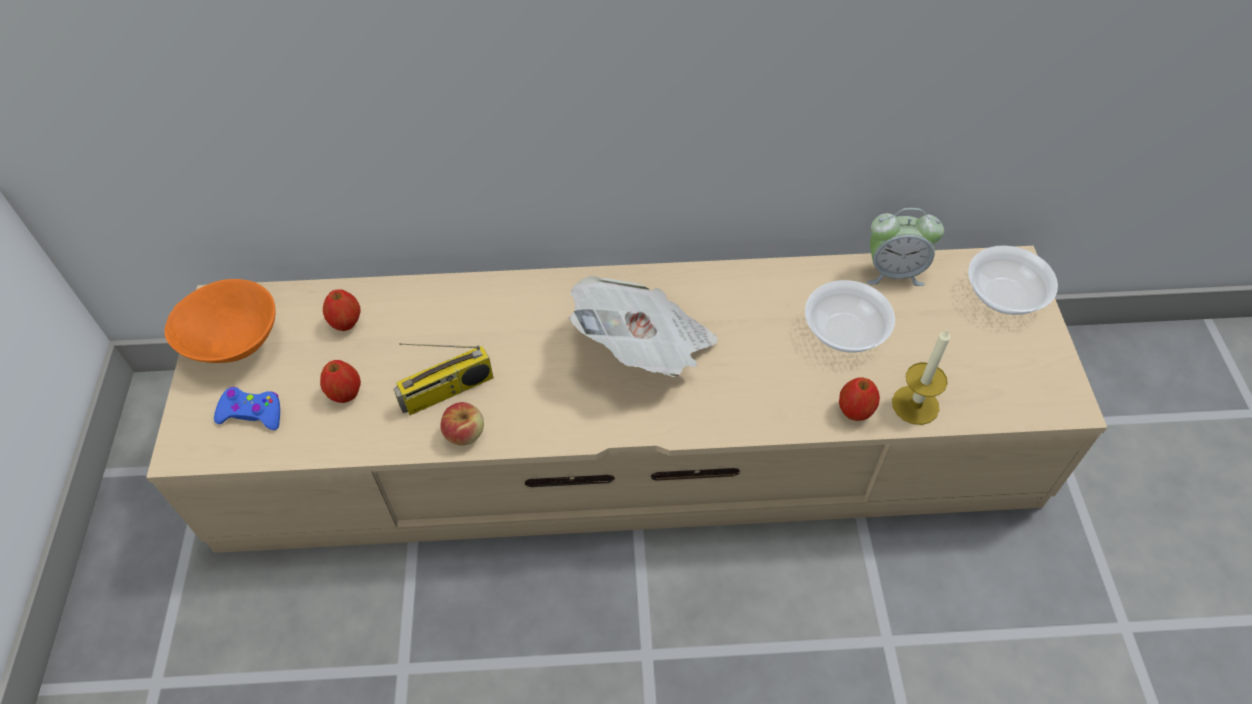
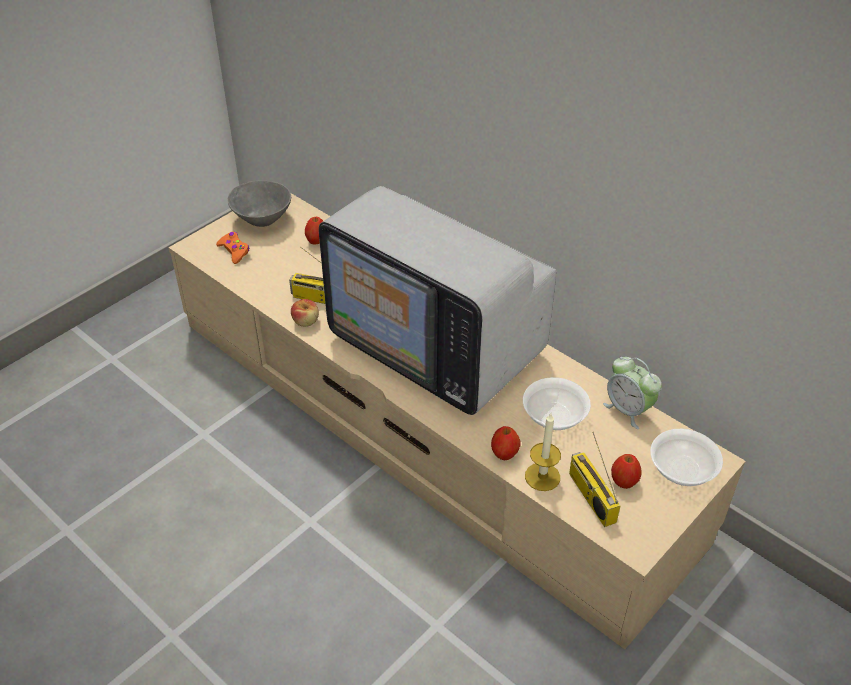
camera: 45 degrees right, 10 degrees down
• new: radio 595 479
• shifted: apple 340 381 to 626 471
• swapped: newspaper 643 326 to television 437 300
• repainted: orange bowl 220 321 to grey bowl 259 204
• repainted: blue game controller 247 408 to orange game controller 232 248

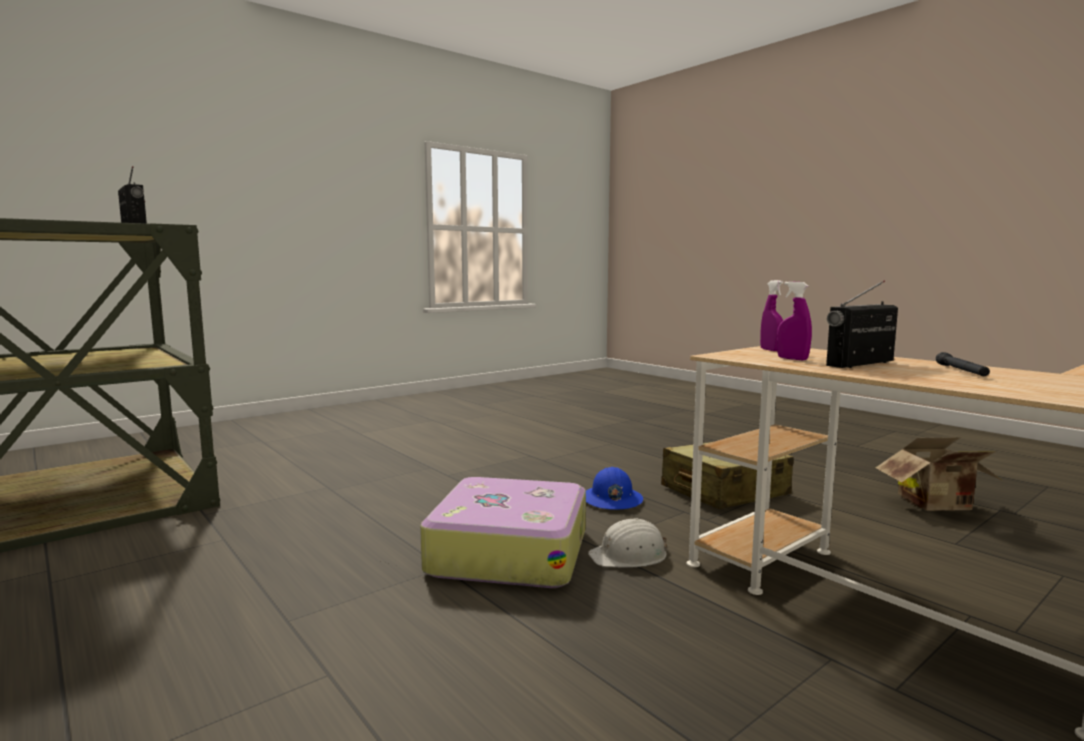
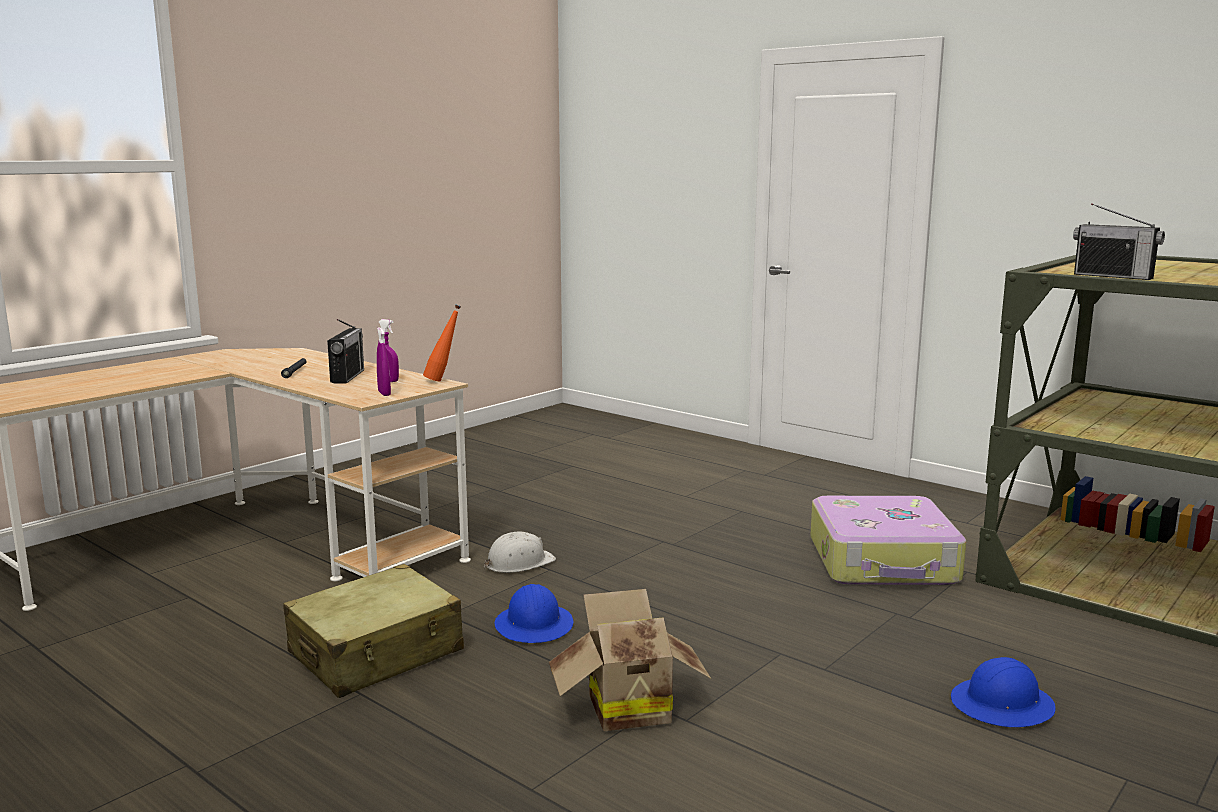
camera: 170 degrees right, 5 degrees up
• new: orange bottle 442 343
• new: blue hard hat 1003 692
• shifted: suitcase 503 532 to 888 540
• shifted: cardboard box 939 474 to 630 660
• rotated: radio 862 324 = 345 351 45 degrees counterclockwise

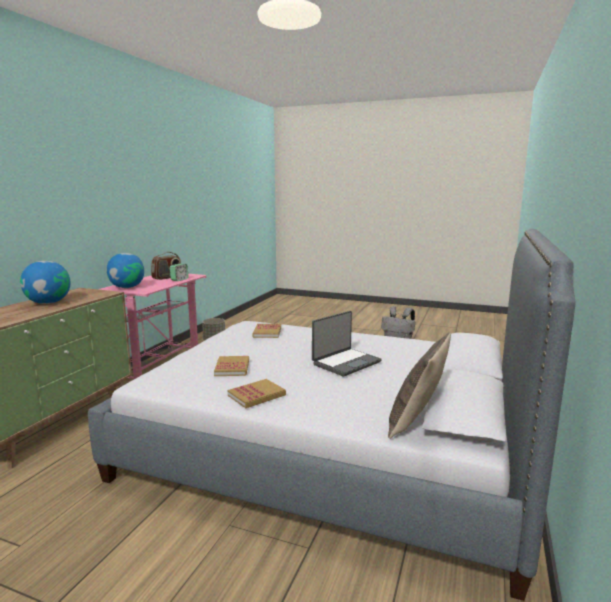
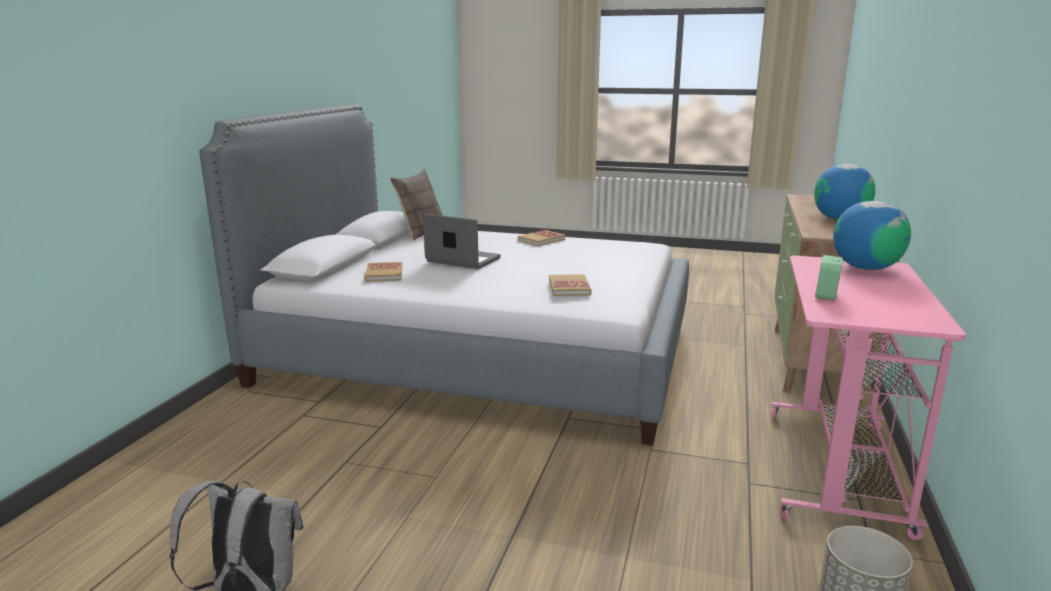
camera: 175 degrees right, 5 degrees up
• gone: radio 166 266
• shifted: book 231 366 to 383 272
• rotated: laptop 347 343 = 462 241 75 degrees clockwise

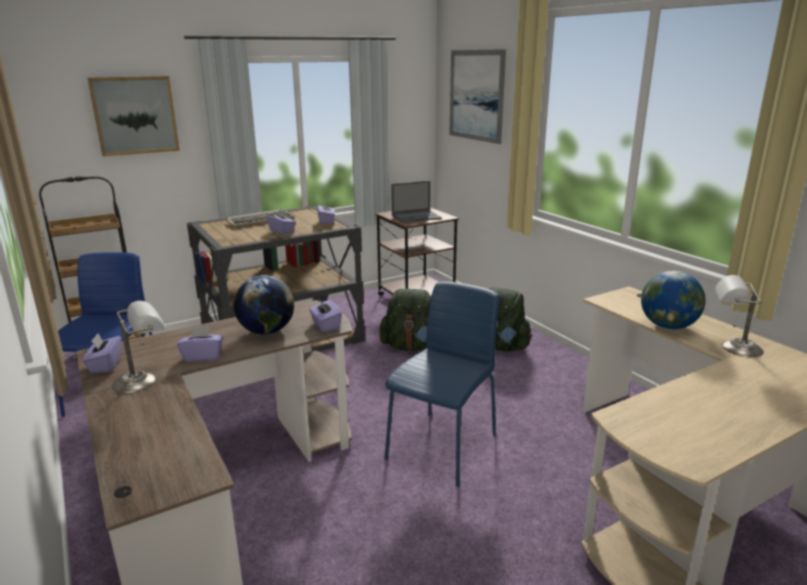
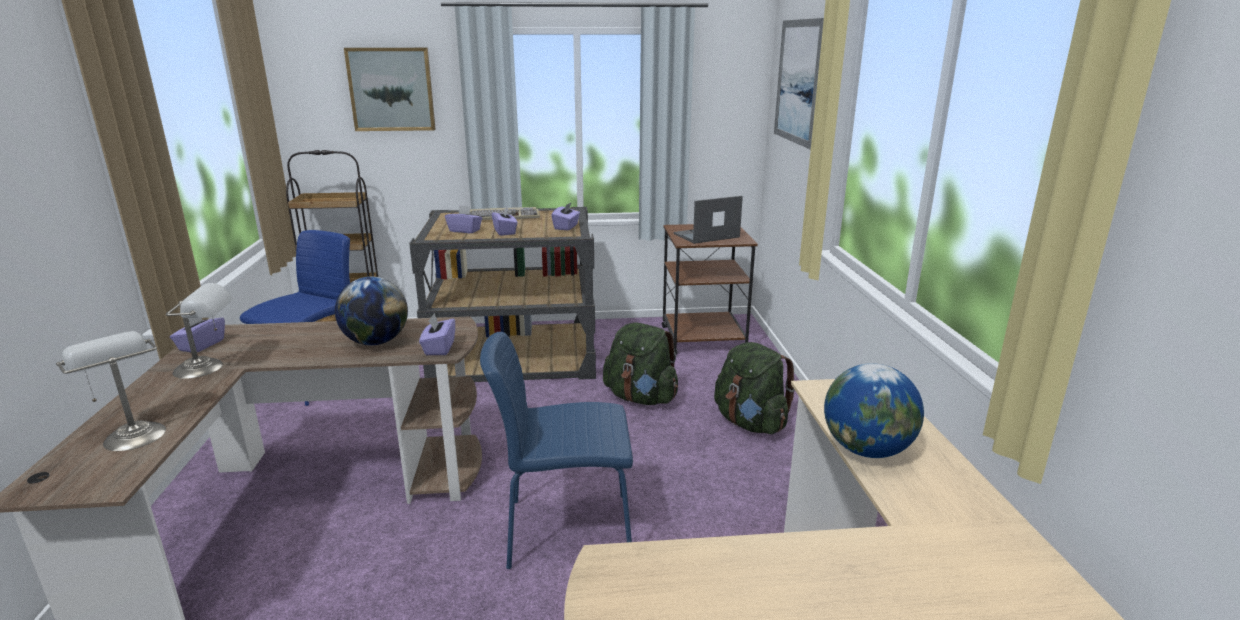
camera: 25 degrees right, 0 degrees up
• shifted: purple tissue box 200 344 to 463 219
• shifted: white table lamp 739 316 to 111 391
• rotated: blue chair 442 384 = 556 450 150 degrees counterclockwise
• rotated: laptop 416 202 = 708 220 150 degrees clockwise

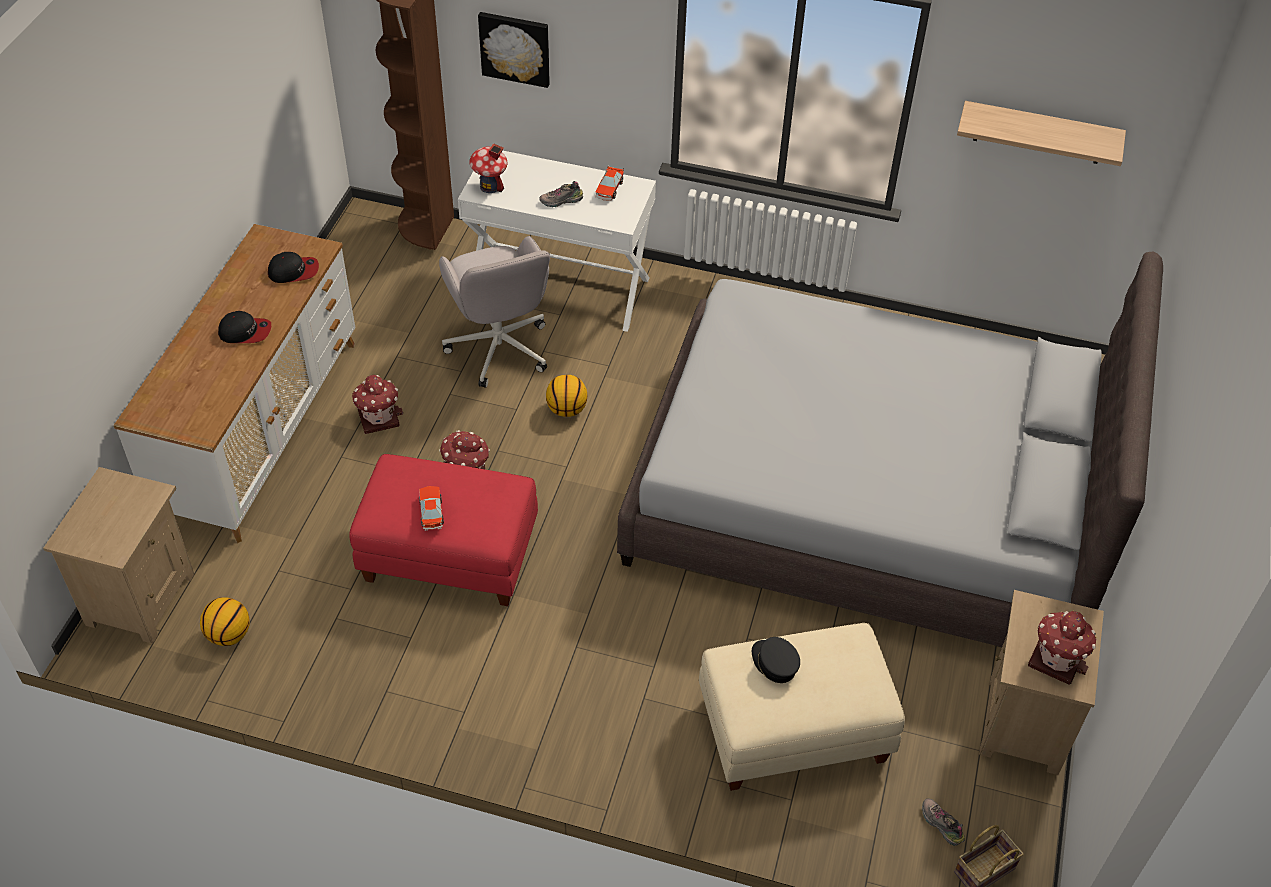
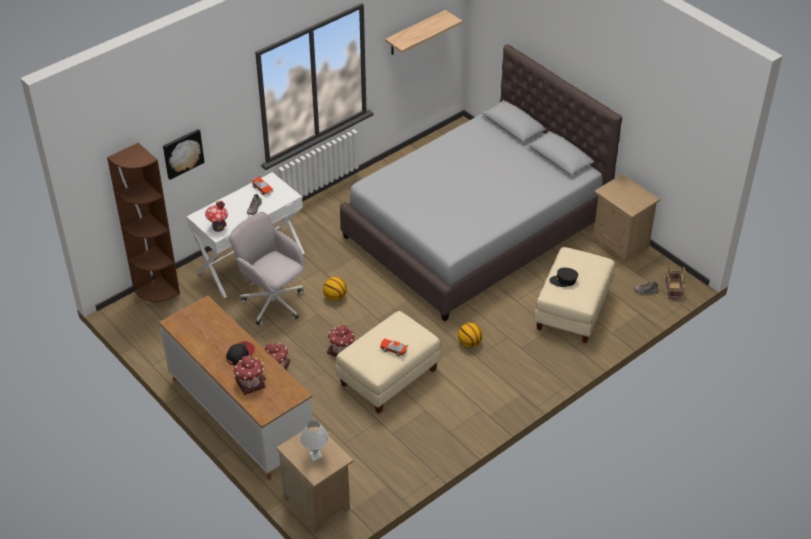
camera: 55 degrees left, 5 degrees down
• gone: cap 293 267
• new: white table lamp 314 441
• shifted: basketball 225 621 to 470 335
• shifted: toy house 1062 648 to 249 375
• repainted: red ottoman 443 530 to beige ottoman 388 362
• rotated: grey office chair 494 312 = 266 268 150 degrees counterclockwise

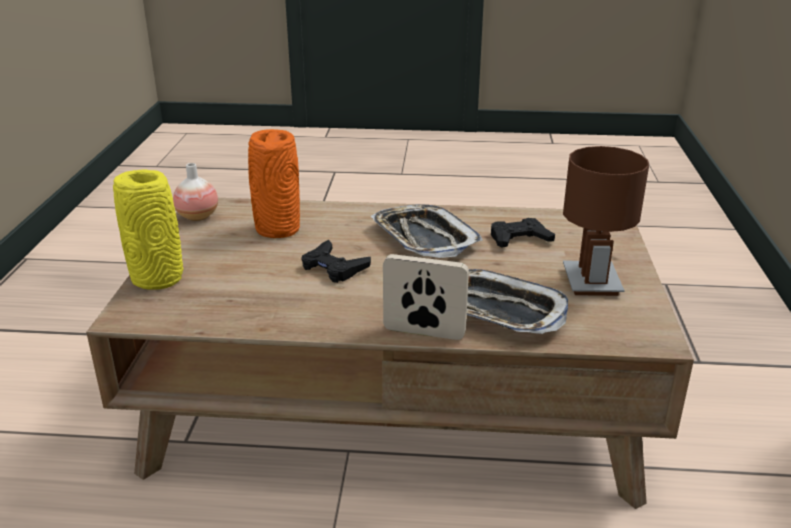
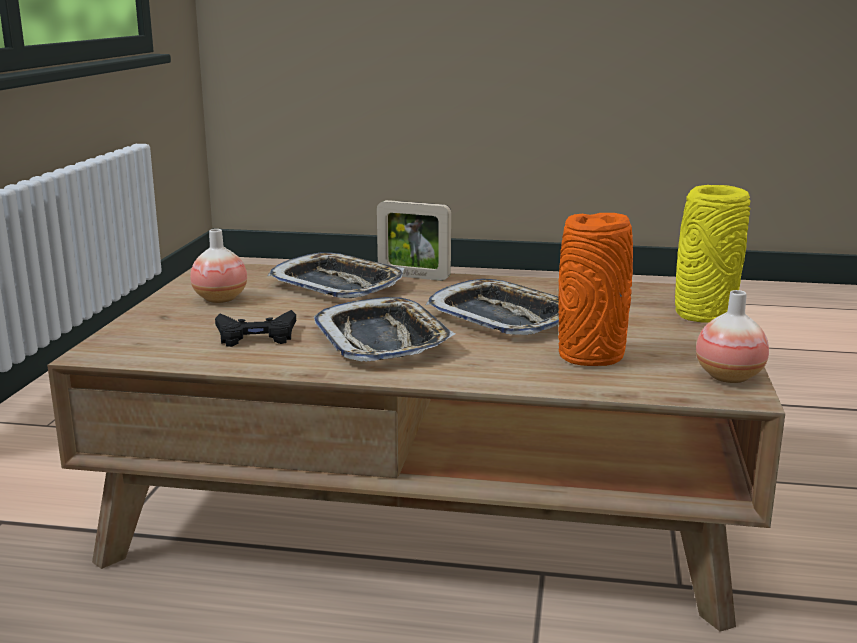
camera: 175 degrees left, 10 degrees down
• swapped: black game controller 336 261 to tray 492 307
• swapped: brown table lamp 606 221 to vase 218 266

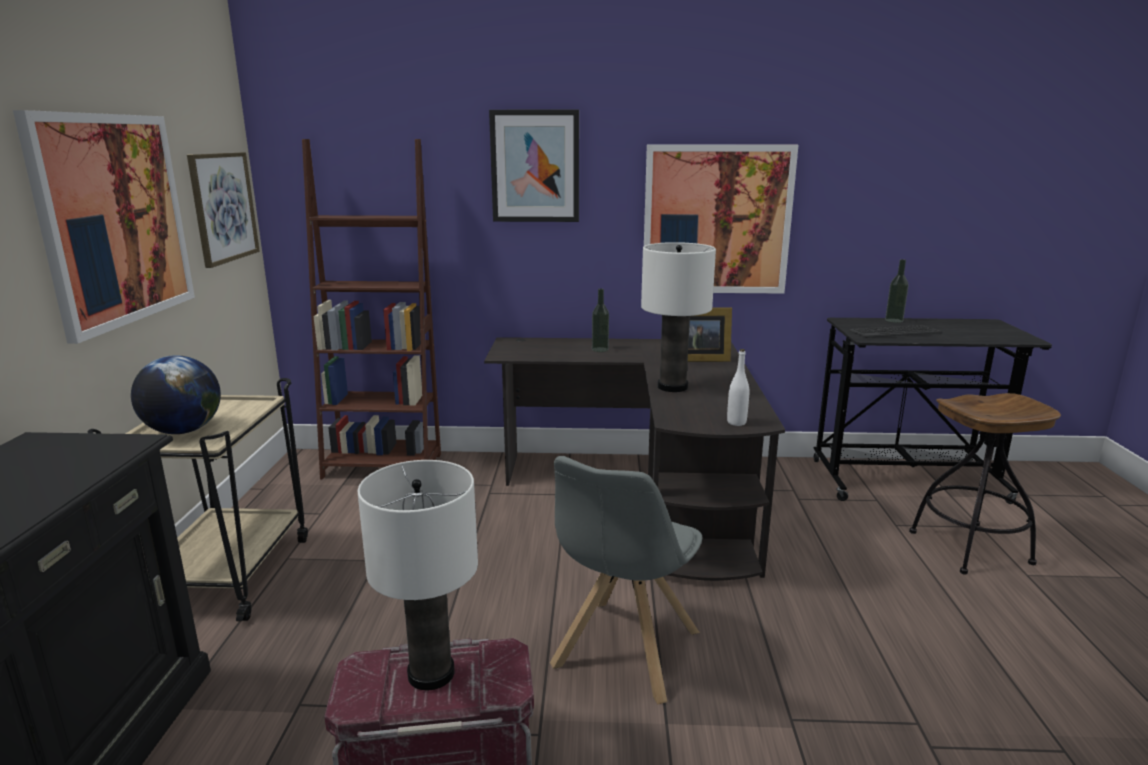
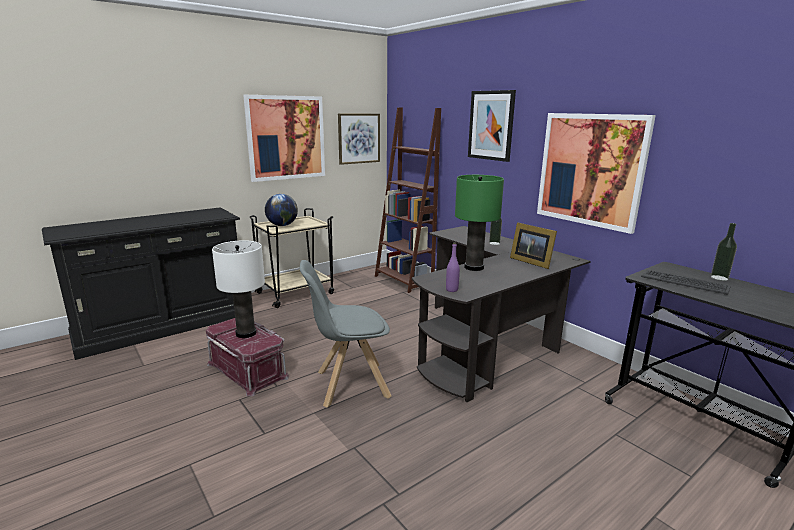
camera: 50 degrees right, 0 degrees up
• gone: brown stool 985 484
• repainted: white table lamp 678 317 to green table lamp 479 223
• repainted: white bottle 738 387 to purple bottle 453 267

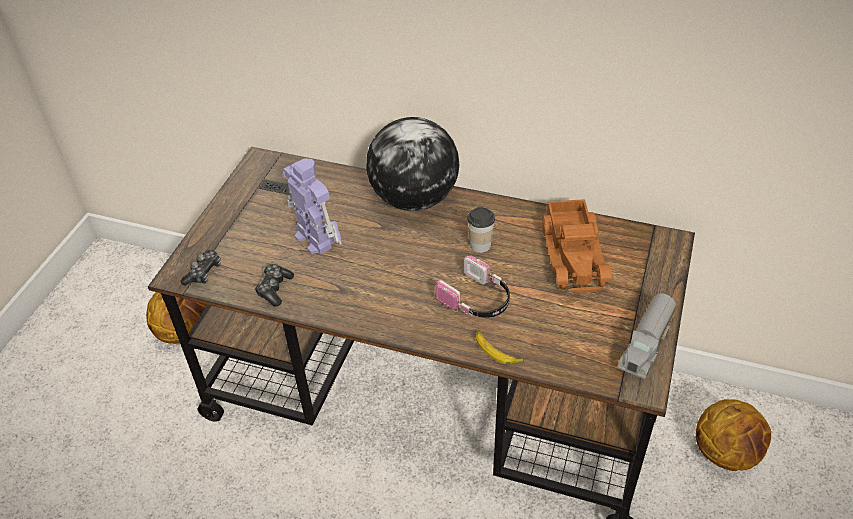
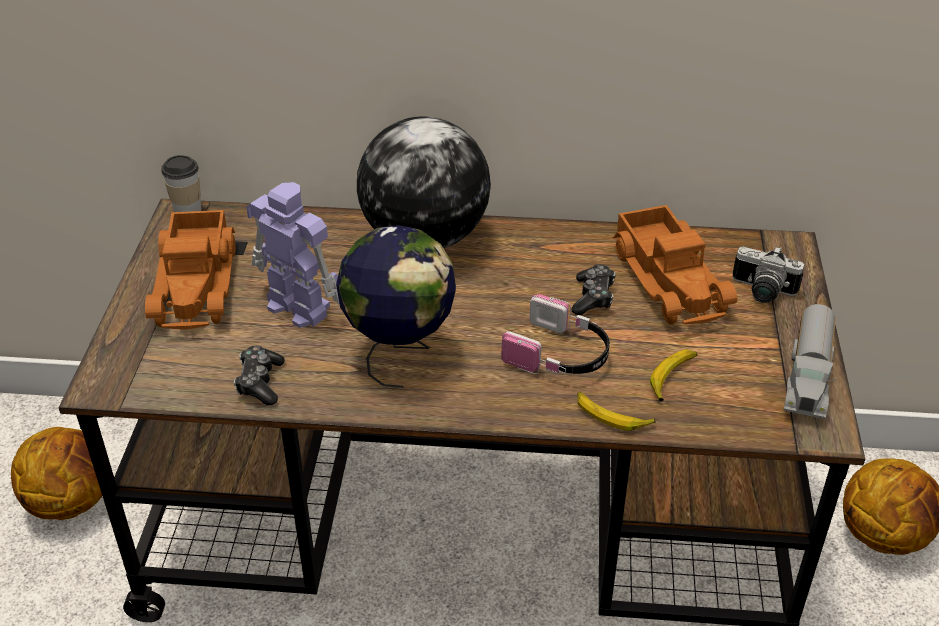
camera: 15 degrees left, 5 degrees down
• new: toy truck 190 270
• new: globe 396 306
• new: banana 673 375
• new: photo camera 768 274
• shifted: game controller 200 268 to 593 289
• shifted: cup 481 230 to 181 183

